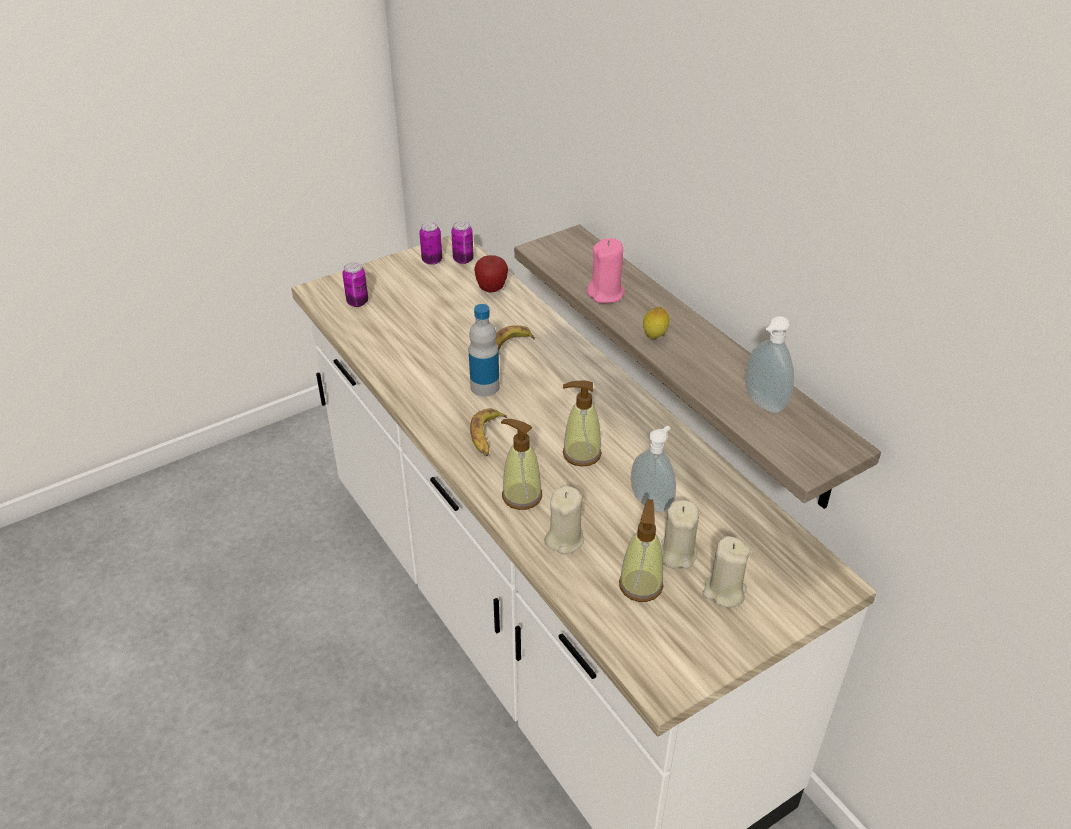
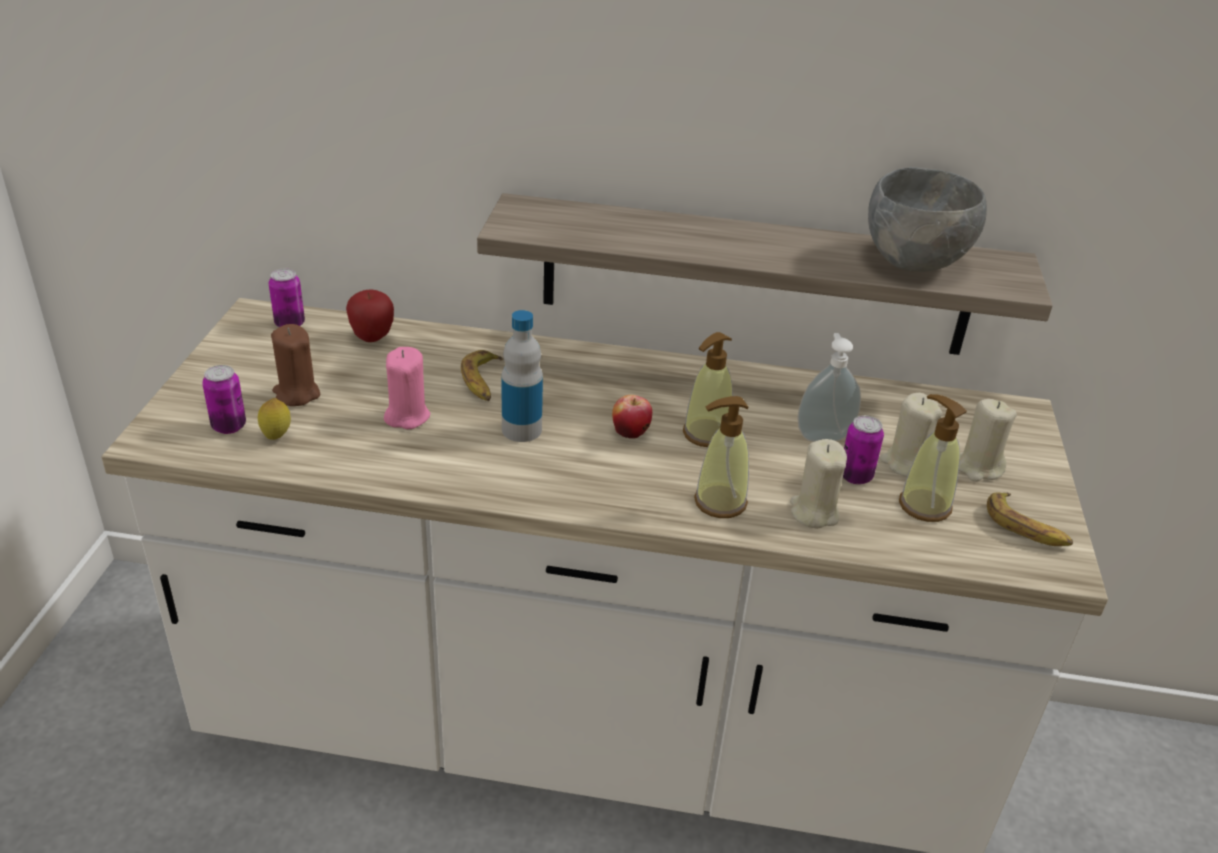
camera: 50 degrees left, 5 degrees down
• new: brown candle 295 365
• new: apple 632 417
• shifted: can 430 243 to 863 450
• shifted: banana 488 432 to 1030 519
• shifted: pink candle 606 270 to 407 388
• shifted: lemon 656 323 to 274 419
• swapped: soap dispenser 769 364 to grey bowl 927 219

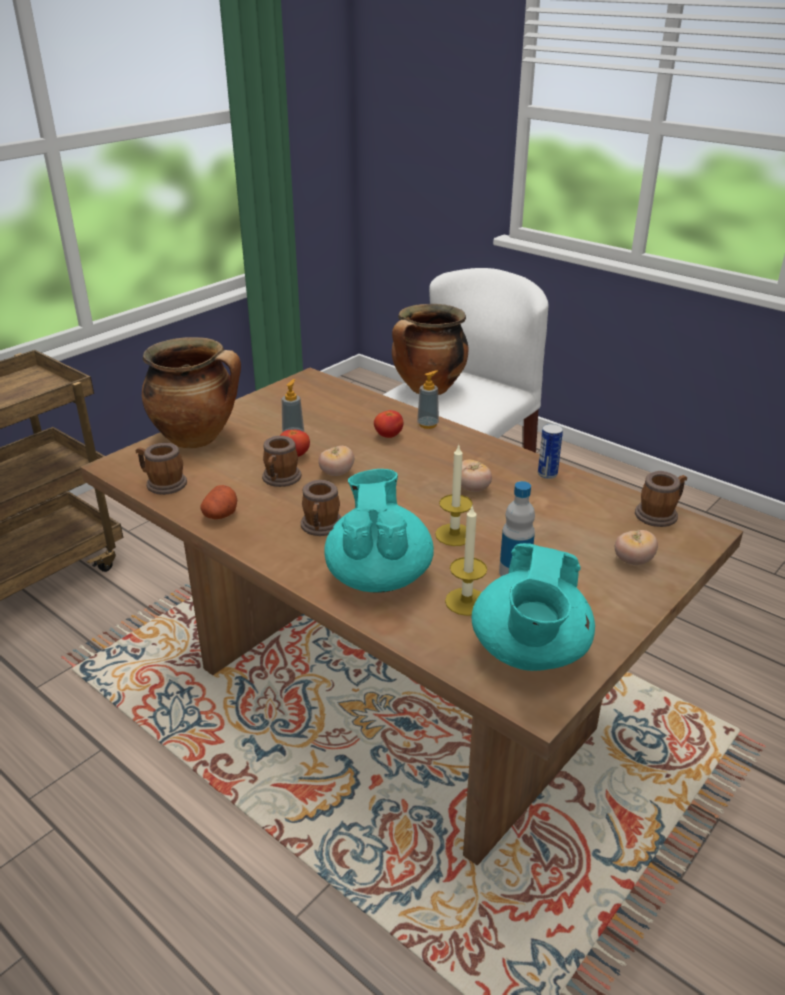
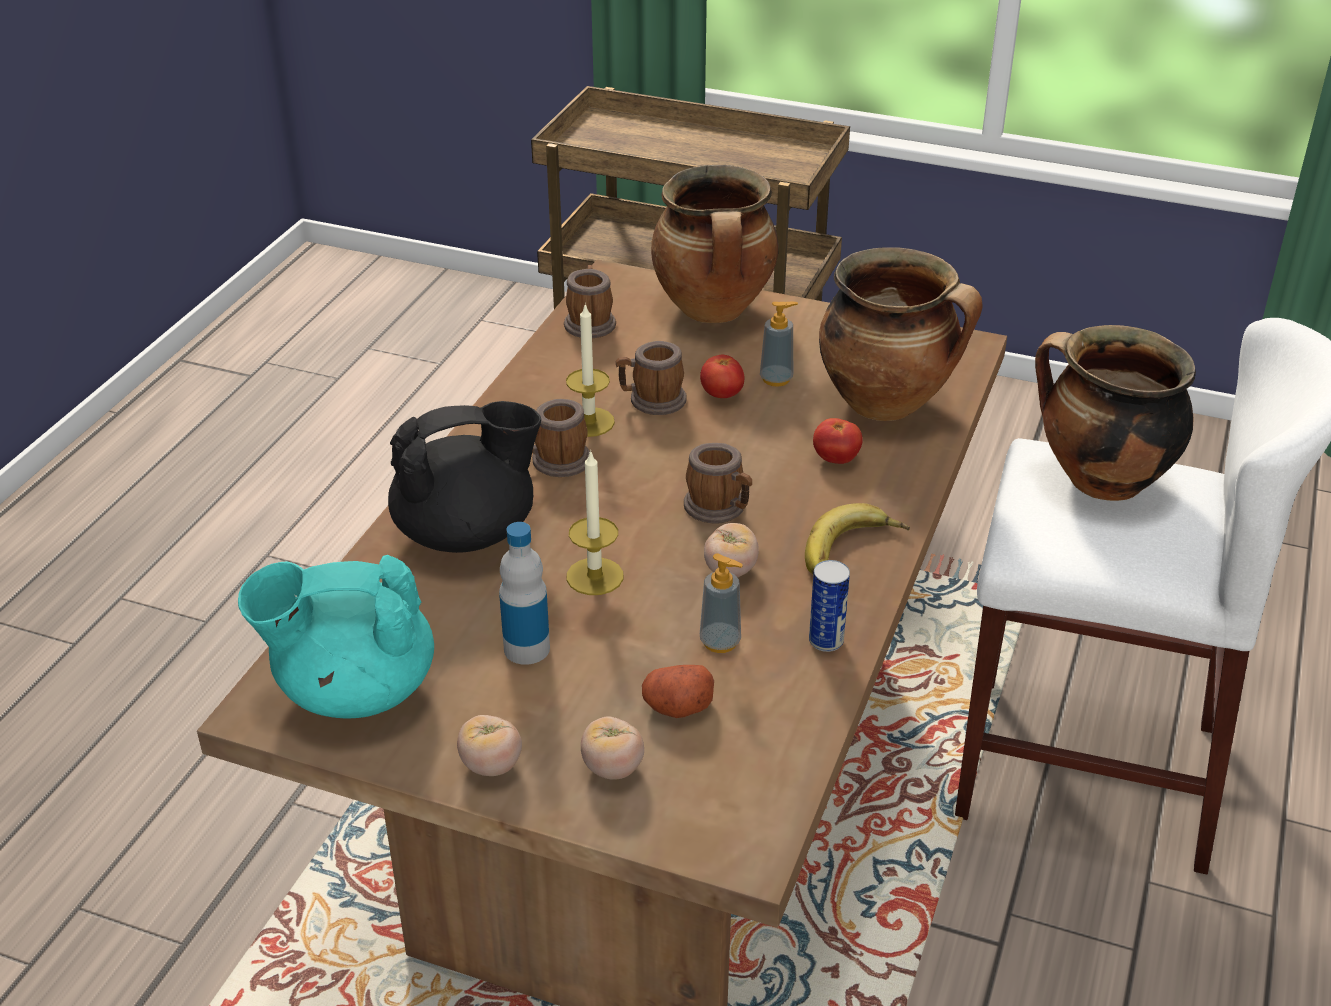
camera: 70 degrees right, 5 degrees up
• new: banana 857 538
• new: cooking pot 900 334
• shifted: potato 218 502 to 678 691
• shifted: tomato 336 461 to 489 745
• shifted: soap dispenser 428 399 to 721 603
• shifted: candle 466 560 to 590 370
• shifted: mug 661 499 to 718 483
• repainted: turquoise teapot 379 531 to black teapot 464 477

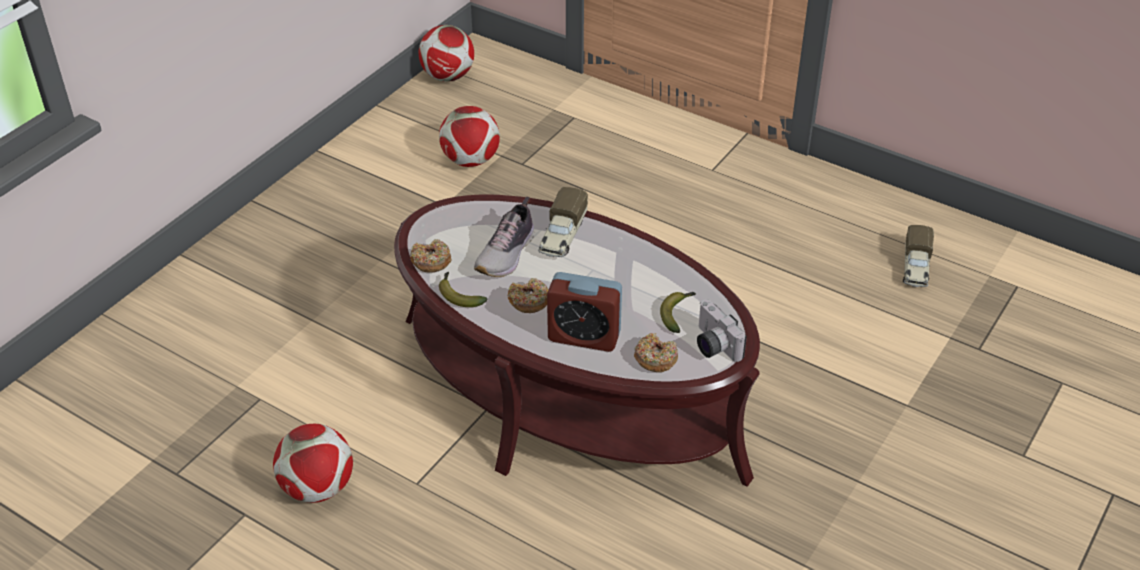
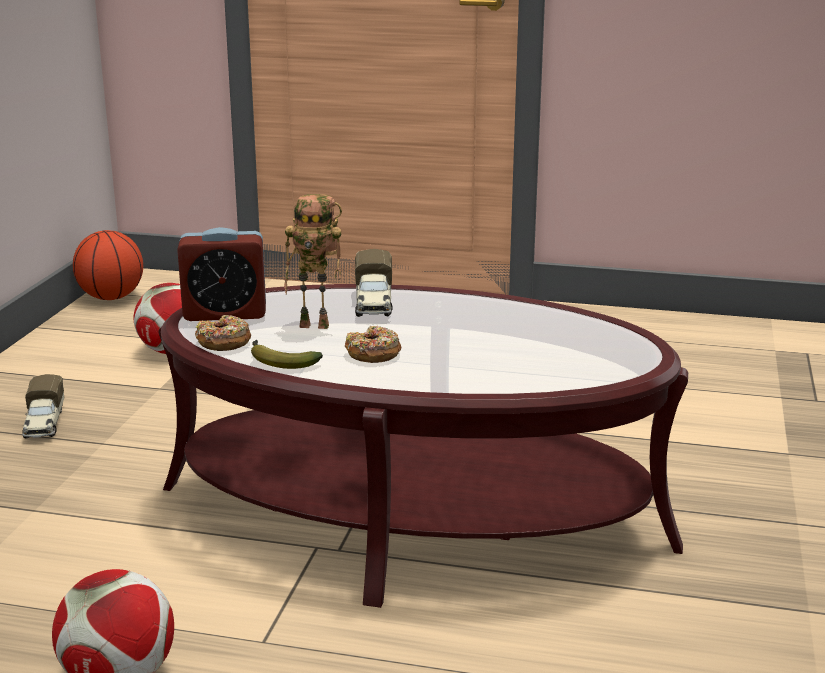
camera: 20 degrees left, 20 degrees down
• gone: donut 656 352
• gone: banana 678 312
• gone: photo camera 722 330
• shifted: alarm clock 584 312 to 221 274
• shifted: toy truck 918 256 to 43 406
• swapped: football 446 53 to basketball 108 265
• swapped: shoe 504 236 to toy robot 313 261

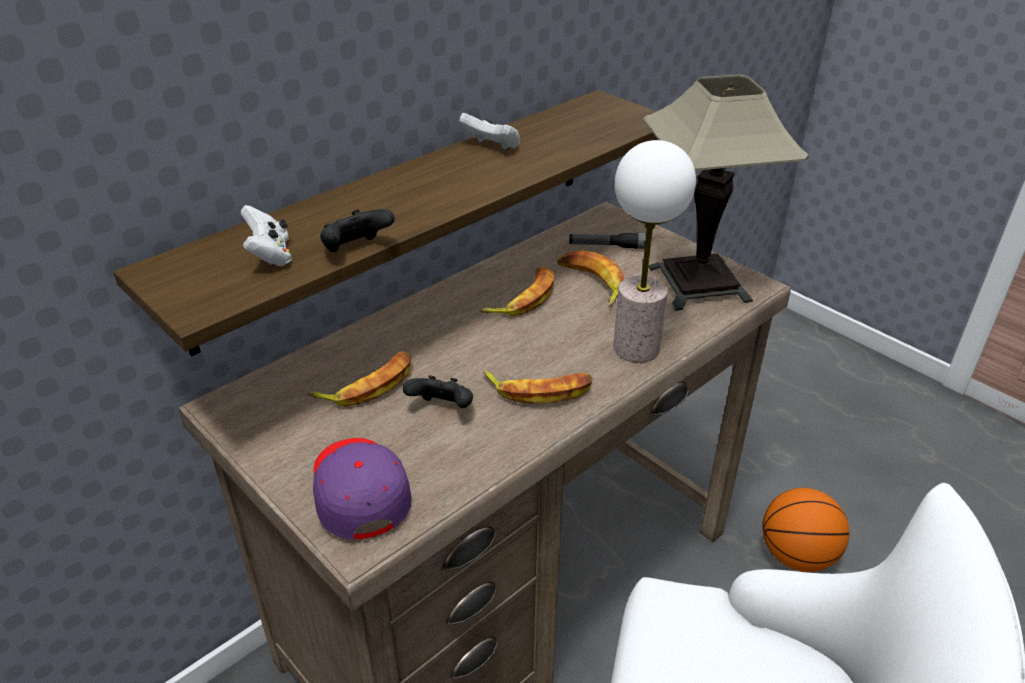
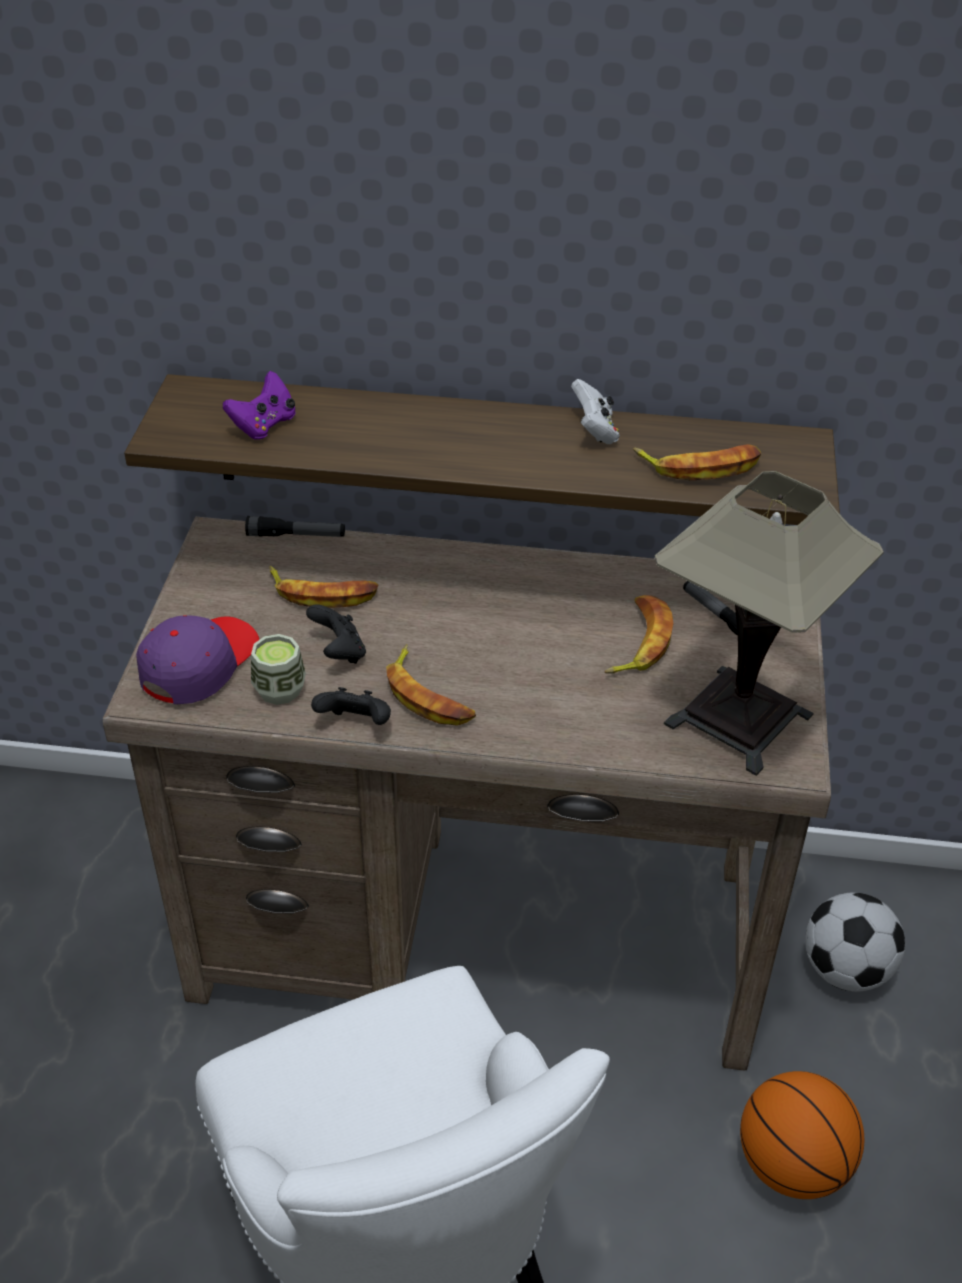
camera: 50 degrees right, 5 degrees up
• gone: table lamp 654 251
• new: flashlight 295 526
• new: cup 278 669
• new: football 855 942
• shifted: black game controller 357 230 to 351 706
• shifted: banana 517 291 to 697 462
• repainted: white game controller 266 235 to purple game controller 259 405

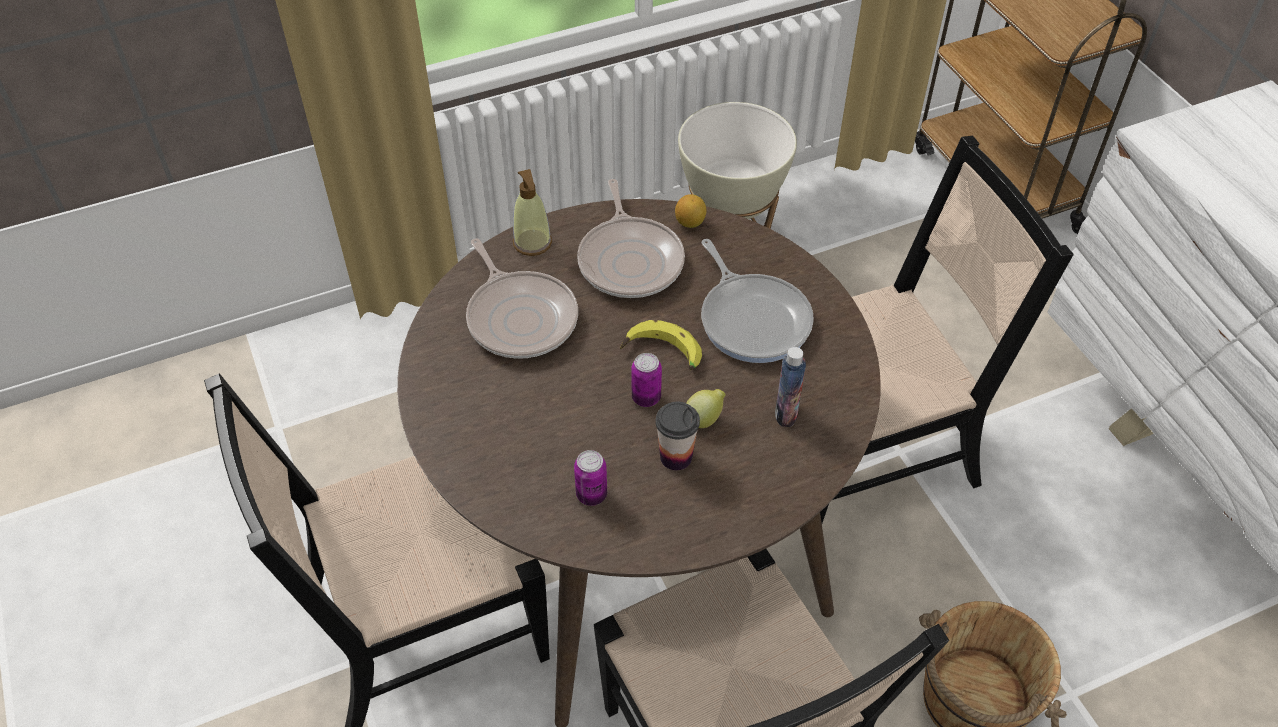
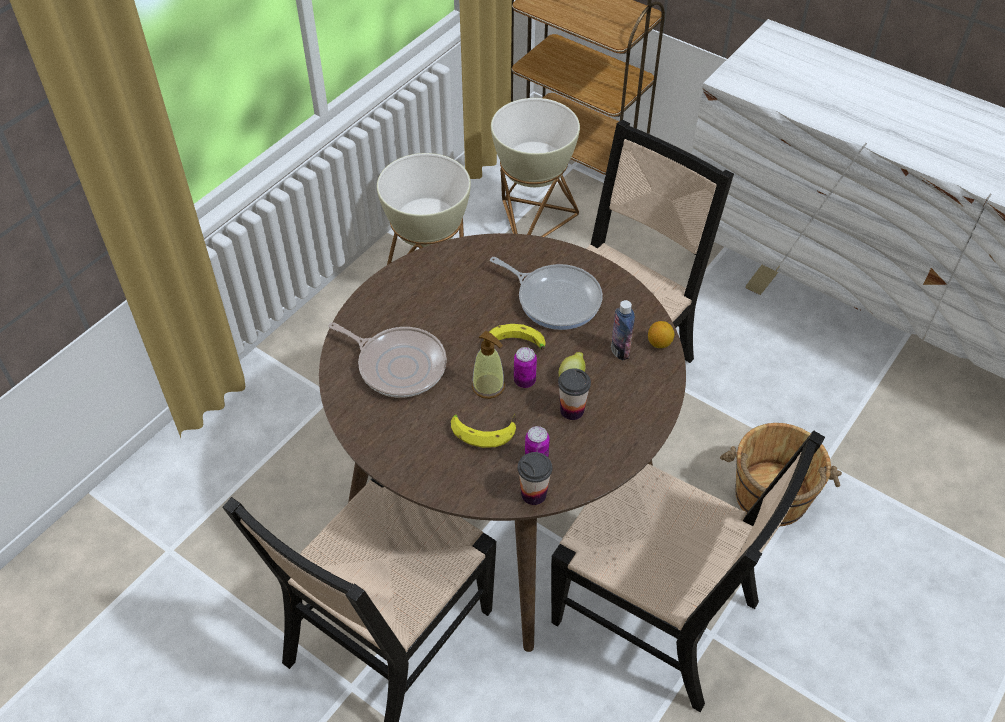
camera: 30 degrees left, 0 degrees up
• gone: frying pan 631 238
• new: banana 483 431
• new: planter 535 167
• new: cup 535 478
• shifted: soap dispenser 532 212 to 488 365
• shifted: lemon 691 211 to 661 334

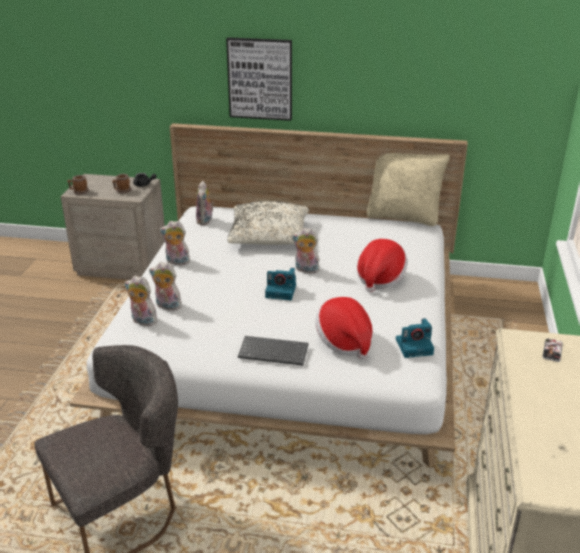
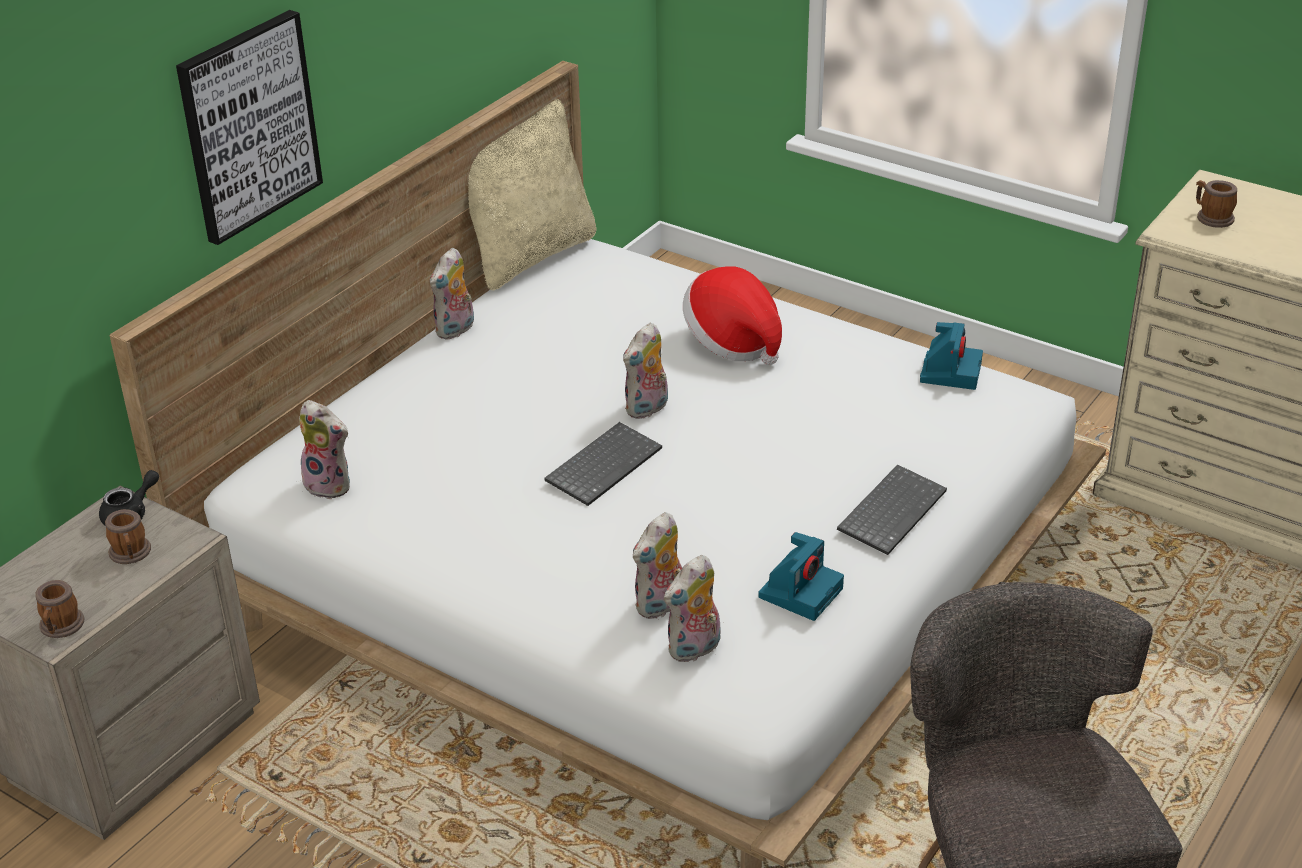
camera: 65 degrees left, 5 degrees up
• gone: beige pillow 268 223
• gone: hat 344 328
• new: keyboard 603 464
• shifted: plush toy 174 243 to 452 294
• shifted: photo camera 280 284 to 801 576
• swapped: phone 552 350 to mug 1216 204

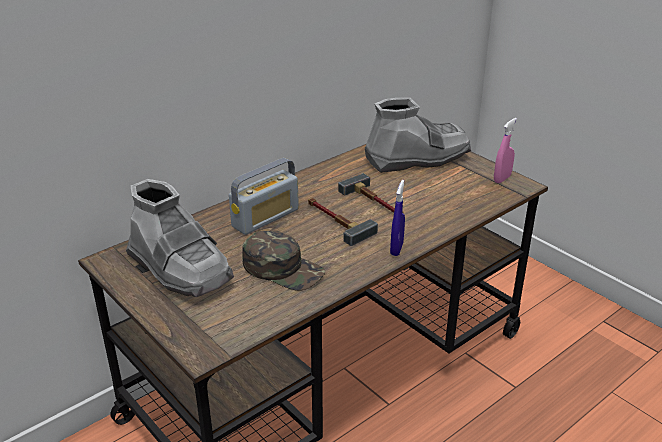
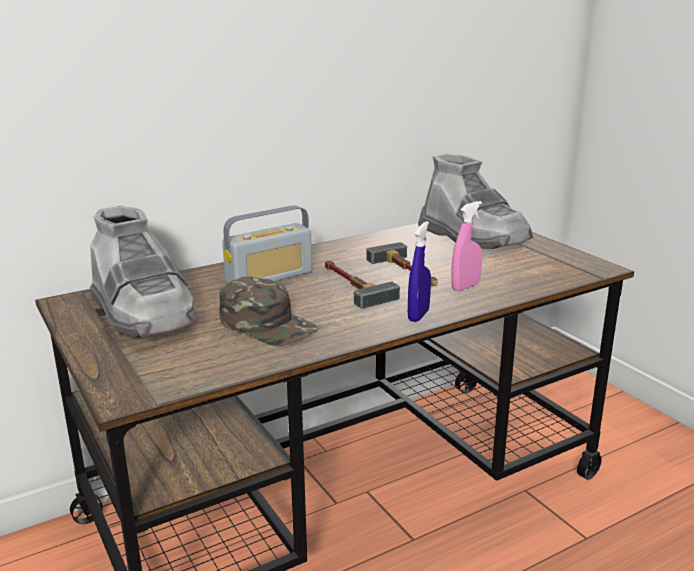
camera: 10 degrees right, 10 degrees down
• shifted: pink spray bottle 505 150 to 466 246
• rotated: grey boot 418 135 = 475 201 60 degrees clockwise

